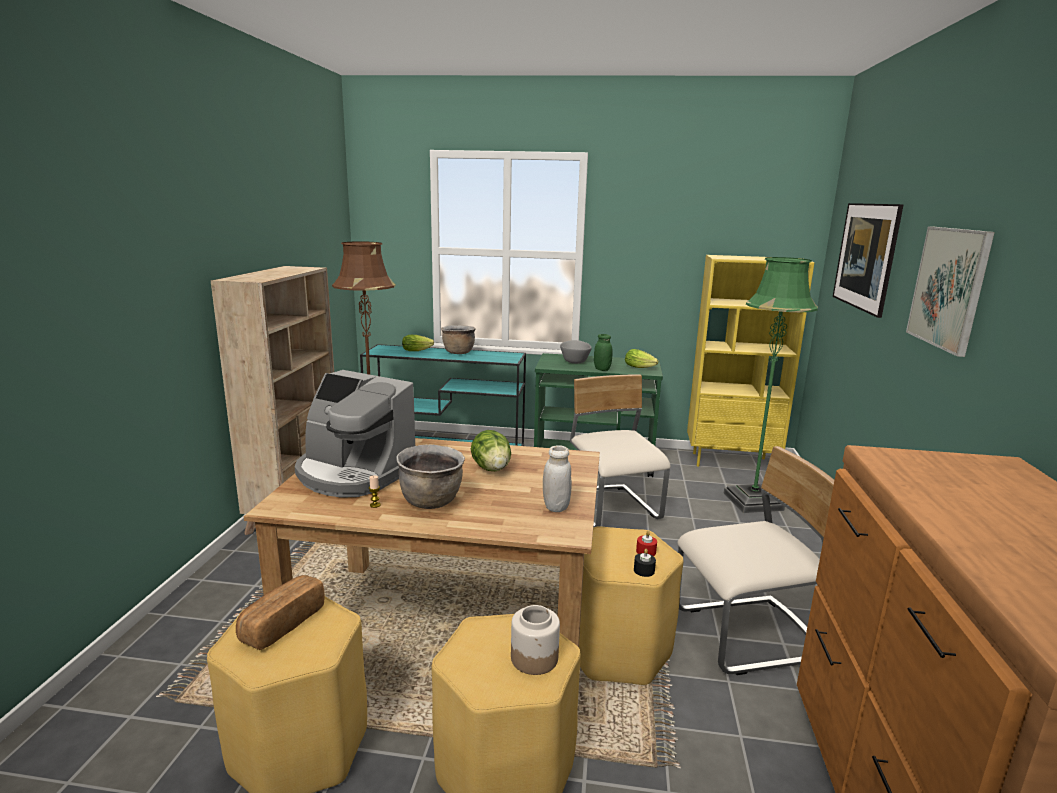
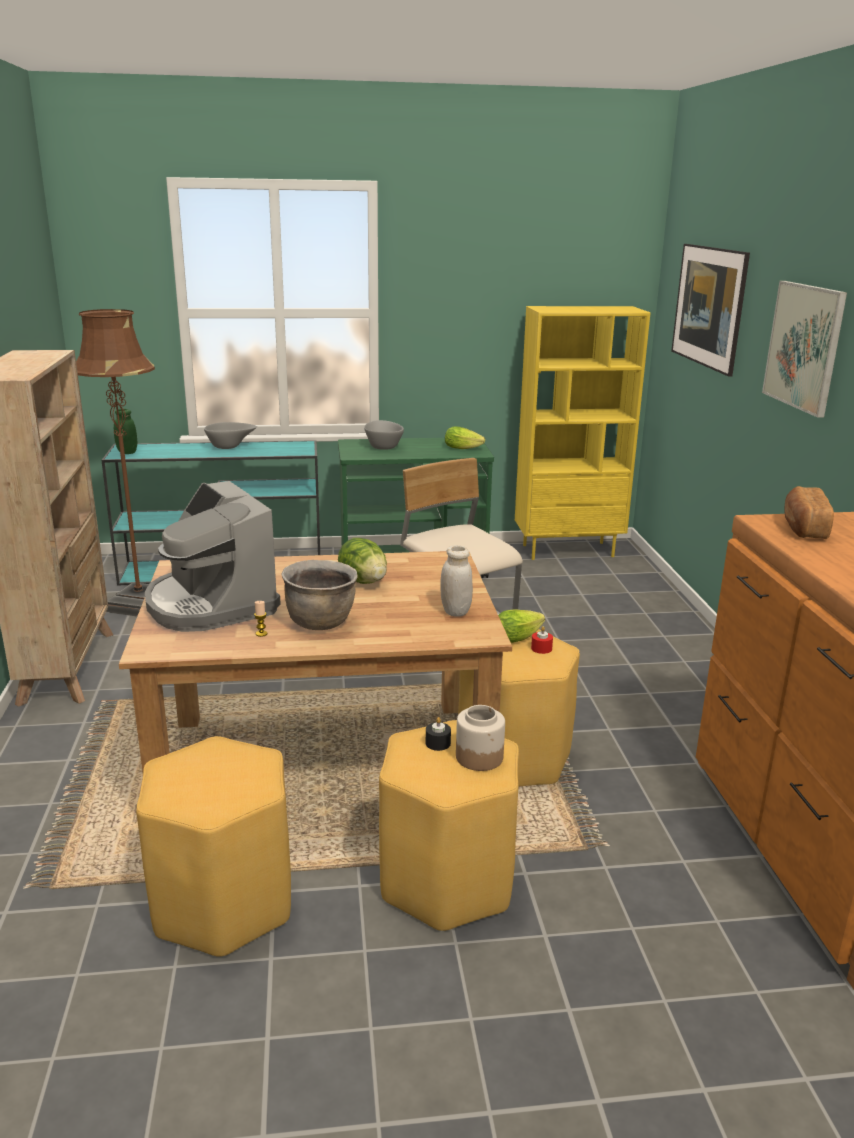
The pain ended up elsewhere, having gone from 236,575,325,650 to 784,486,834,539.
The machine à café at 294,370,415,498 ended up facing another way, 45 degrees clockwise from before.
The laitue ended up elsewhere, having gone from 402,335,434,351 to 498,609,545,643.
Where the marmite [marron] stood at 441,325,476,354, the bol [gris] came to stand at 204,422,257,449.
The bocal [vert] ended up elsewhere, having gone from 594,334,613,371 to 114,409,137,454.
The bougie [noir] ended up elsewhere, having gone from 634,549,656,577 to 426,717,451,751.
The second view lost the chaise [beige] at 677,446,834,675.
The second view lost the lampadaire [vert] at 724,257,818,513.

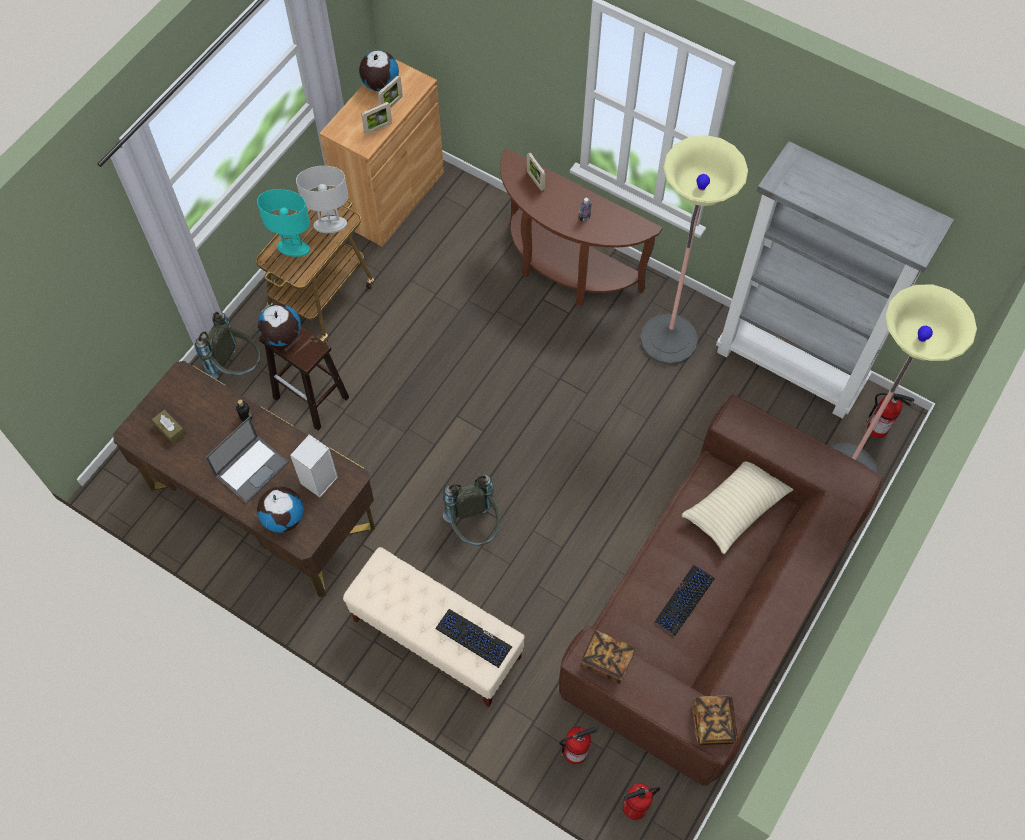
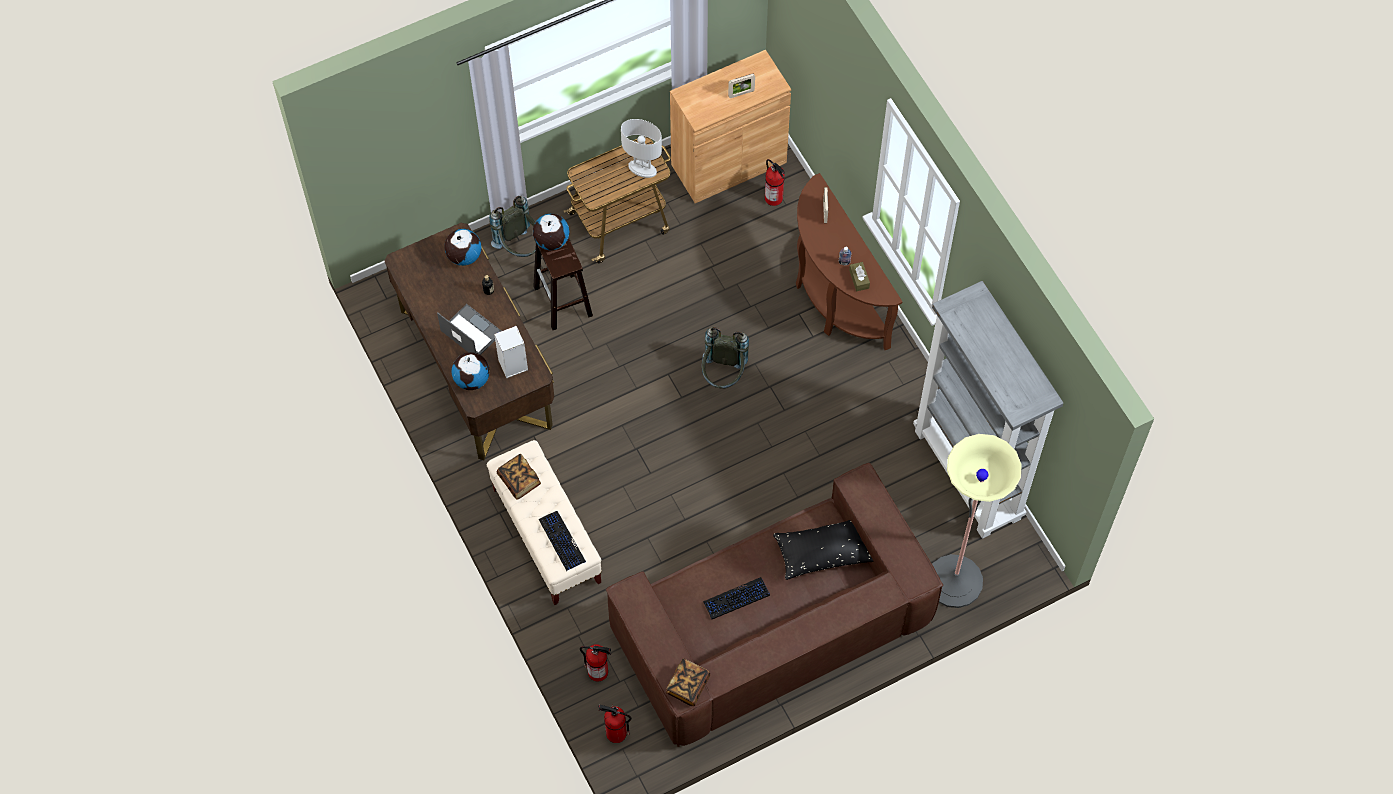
The boîte à mouchoirs [marron] ended up elsewhere, having gone from 152,410,186,444 to 849,262,870,291.
The ordinateur portable at 205,417,289,503 ended up facing another way, 120 degrees counterclockwise from before.
The second view lost the lampe de table [turquoise] at 257,189,310,257.
The globe ended up elsewhere, having gone from 359,50,399,91 to 444,229,482,266.
The second view lost the cadre photo at 361,102,392,135.
The sac à dos [gris] ended up elsewhere, having gone from 443,474,500,546 to 702,327,749,389.
The livre ended up elsewhere, having gone from 580,630,635,684 to 497,454,541,499.
The second view lost the lampadaire at 640,135,748,365.
What was the coussin [beige] at 682,461,793,554 turned into the coussin [noir] at 773,520,873,580.
The extincteur ended up elsewhere, having gone from 866,393,914,438 to 765,159,785,206.

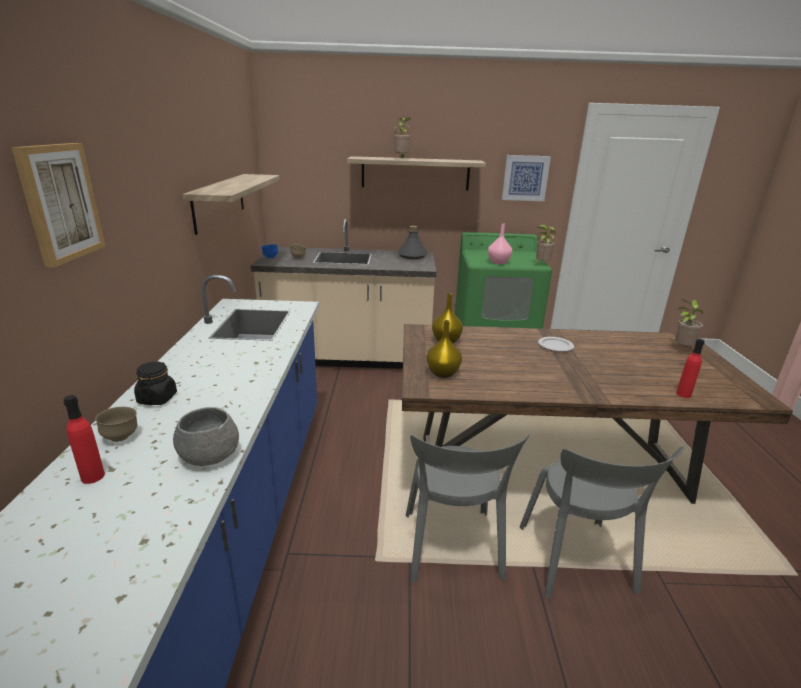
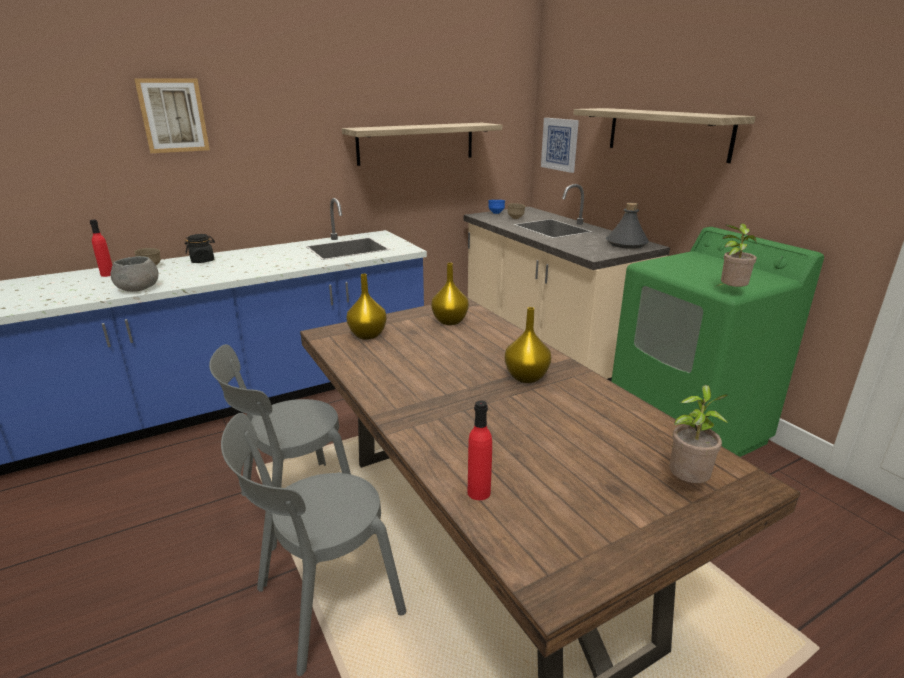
The second view lost the plante en pot at 394,118,411,157.
The second view lost the vase [rose] at 488,223,512,264.
The tableau ended up elsewhere, having gone from 502,155,551,201 to 541,118,579,173.
Where the assiette stood at 538,337,574,352, the vase [jaune] came to stand at 505,307,551,383.

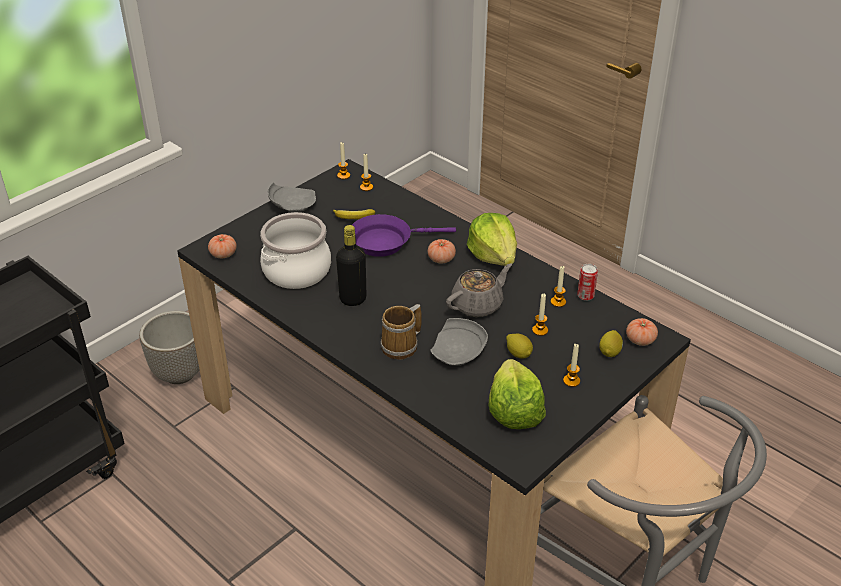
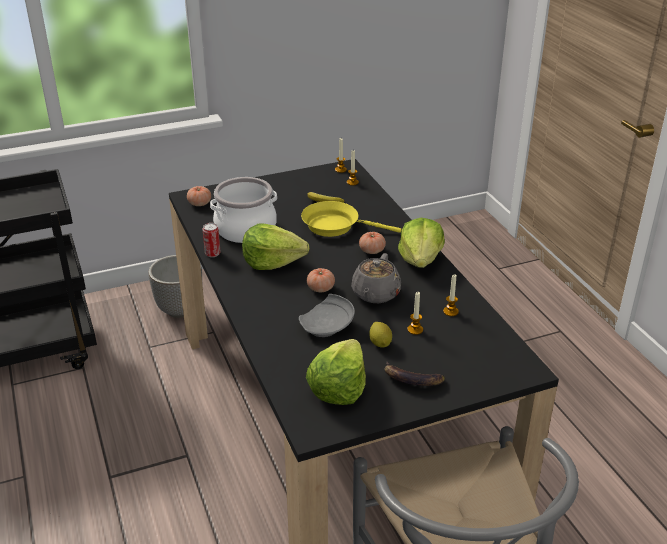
The second view lost the assiette [gris] at 268,183,316,212.
Where the bouteille [noir] stood at 336,225,366,306, the laitue came to stand at 242,224,309,270.
What was the poêle [violet] at 352,214,456,257 turned into the poêle [jaune] at 301,201,402,237.
The second view lost the mug at 380,304,422,360.
The théière [gris] at 446,264,512,317 ended up facing another way, 120 degrees clockwise from before.
Where the bougie stood at 563,344,580,387, the banane came to stand at 384,362,445,386.
The boîte métallique ended up elsewhere, having gone from 577,264,598,301 to 203,223,221,257.
The second view lost the citron at 599,330,623,357.
The tomate ended up elsewhere, having gone from 626,318,658,346 to 307,268,335,292.

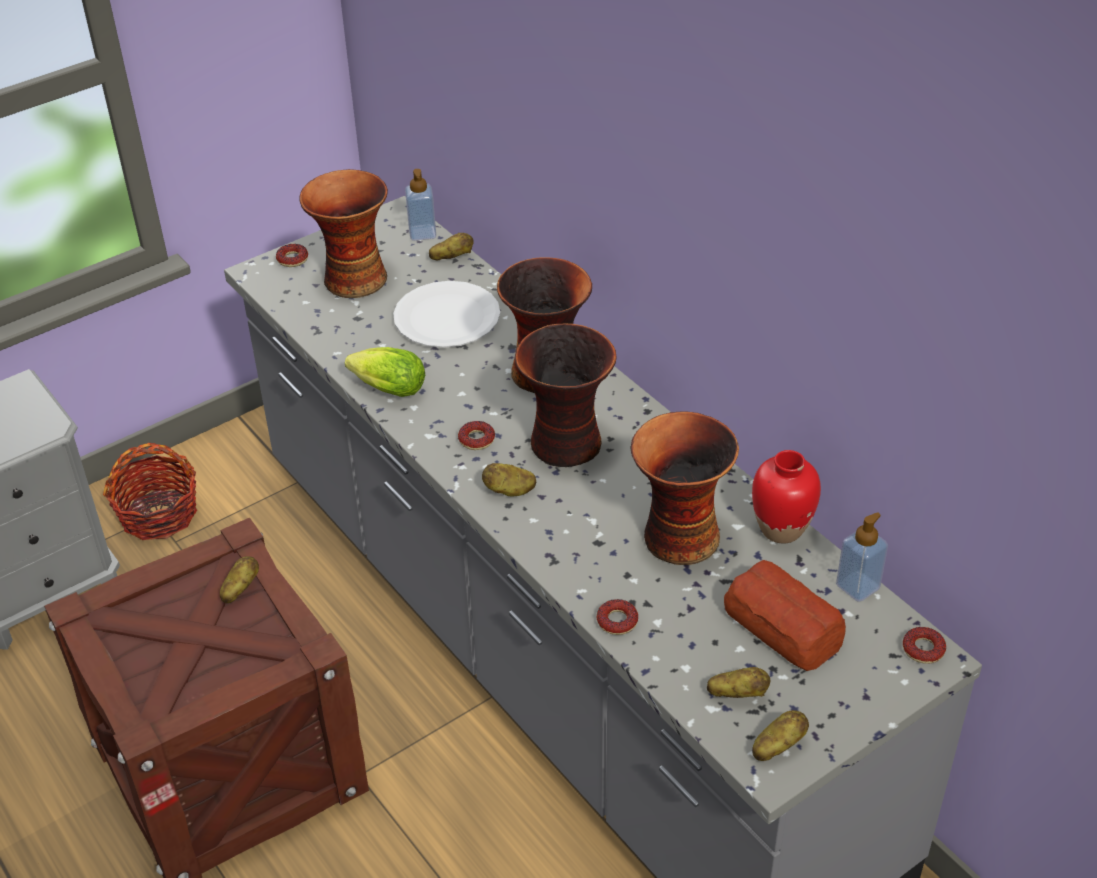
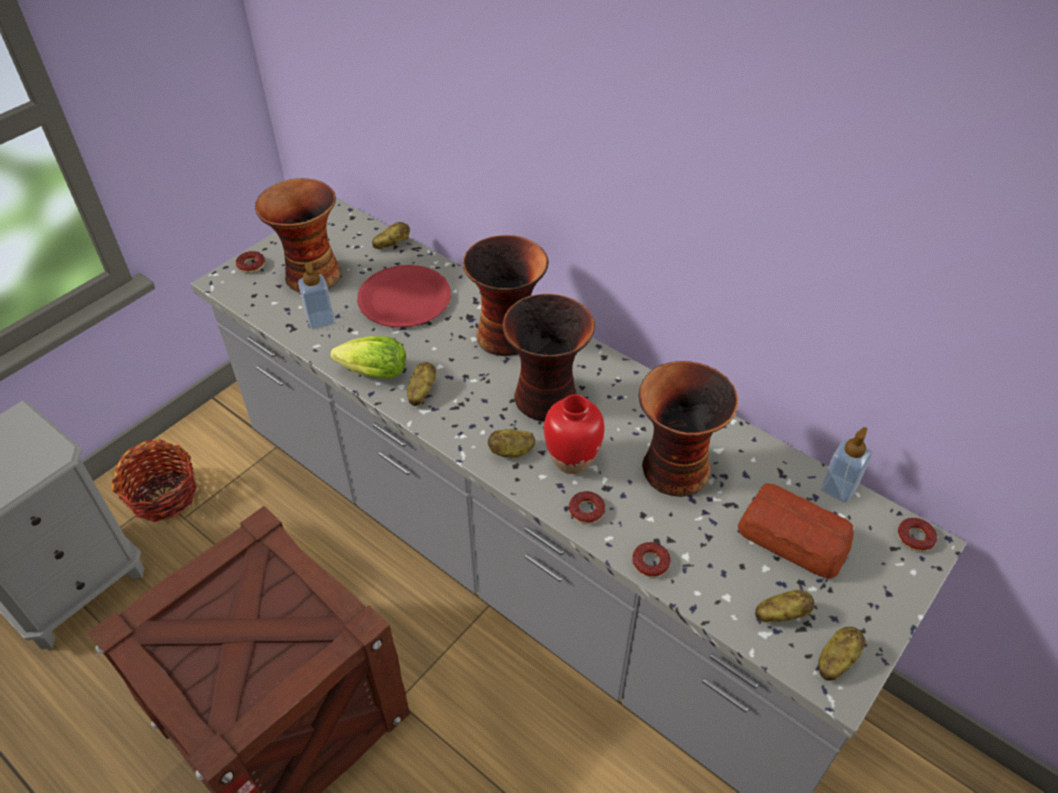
The pomme de terre ended up elsewhere, having gone from 220,556,259,603 to 407,362,436,406.
What was the assiette [blanc] at 393,281,500,348 turned into the assiette [rouge] at 357,265,451,328.
The distributeur de savon ended up elsewhere, having gone from 405,169,436,241 to 298,263,335,329.
The beignet ended up elsewhere, having gone from 458,421,495,450 to 569,491,605,524.
The vase [rouge] ended up elsewhere, having gone from 752,450,821,544 to 544,394,604,474.

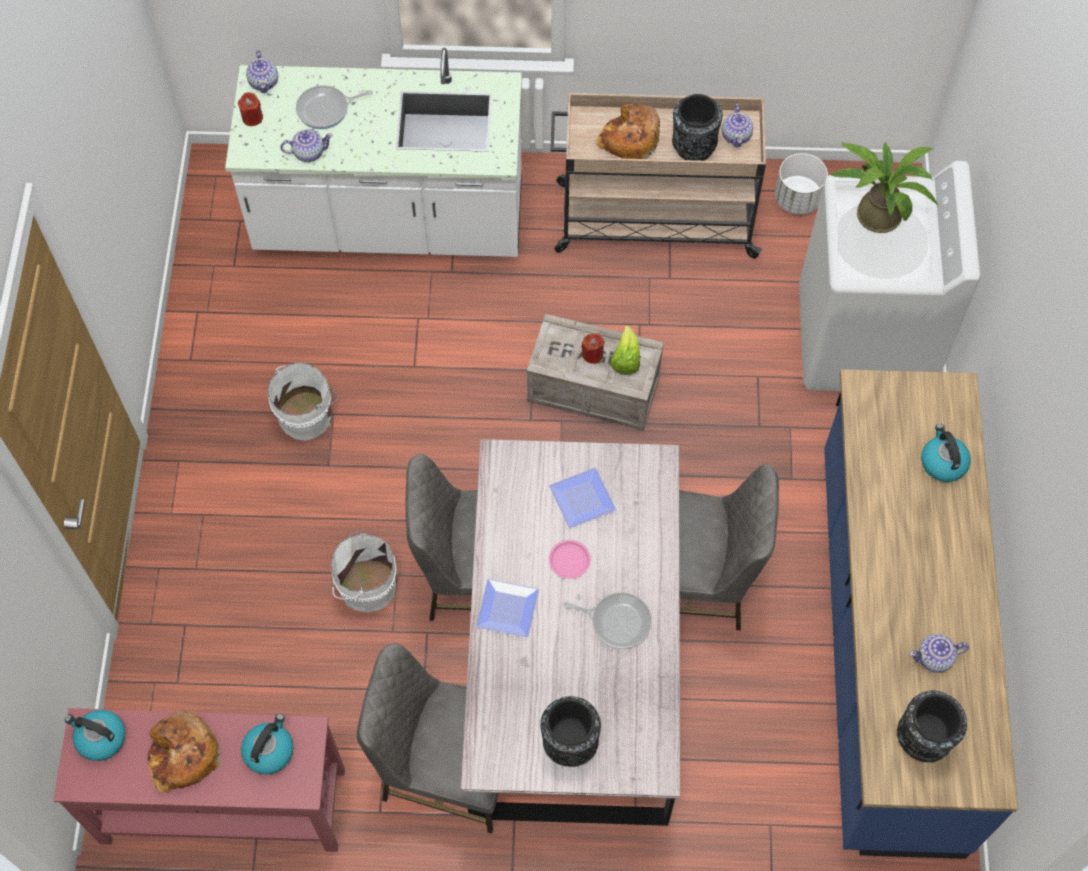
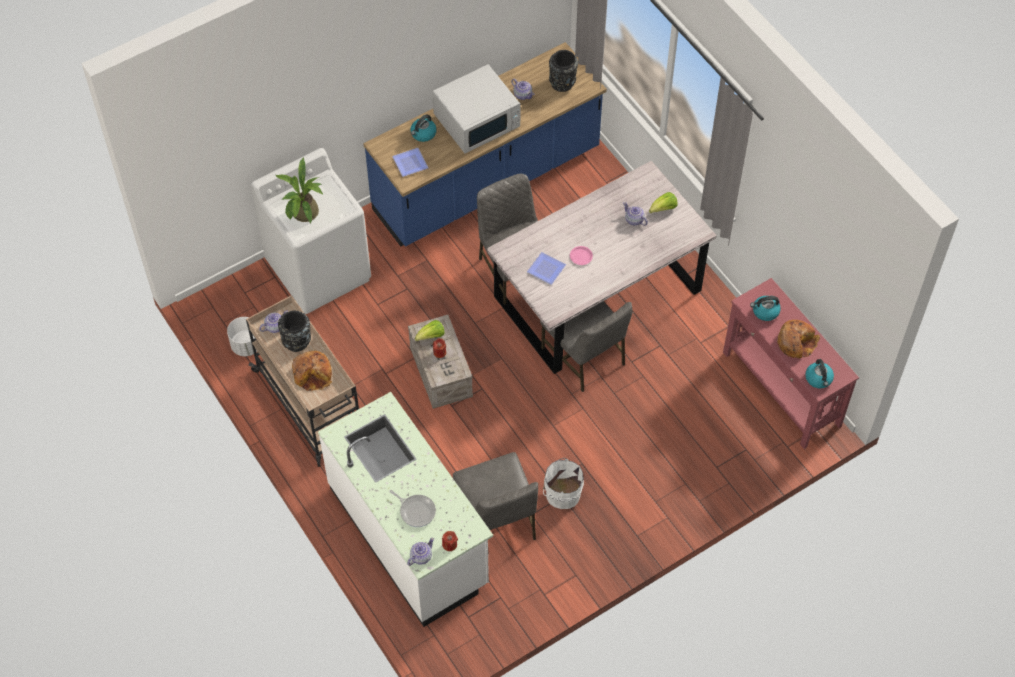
The théière ended up elsewhere, having gone from 280,129,333,162 to 623,202,648,226.
The second view lost the seau [blanc] at 331,531,397,612.
The chaise [gris] ended up elsewhere, having gone from 357,643,499,834 to 453,452,538,540.
The assiette ended up elsewhere, having gone from 476,579,539,638 to 392,148,428,177.
Where the vase [noir] stood at 540,696,601,767, the laitue came to stand at 649,192,678,213.
The second view lost the poêle at 564,592,652,649.
The second view gained the micro-ondes [blanc] at 432,64,521,153.

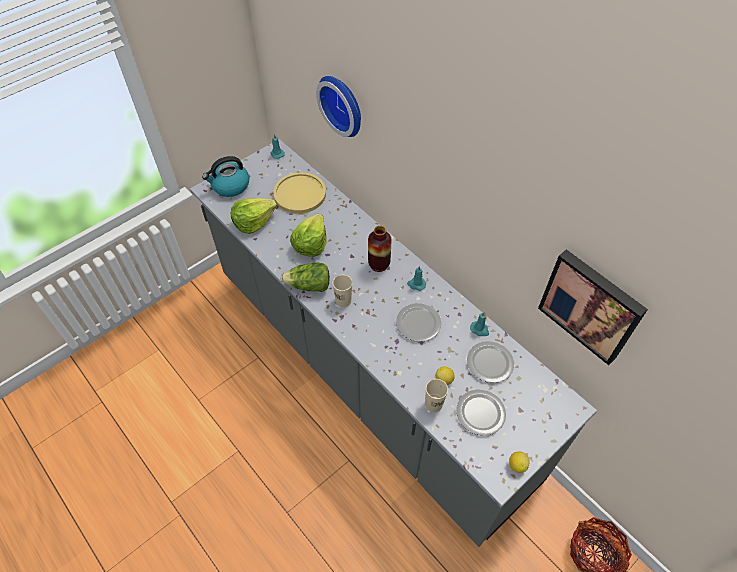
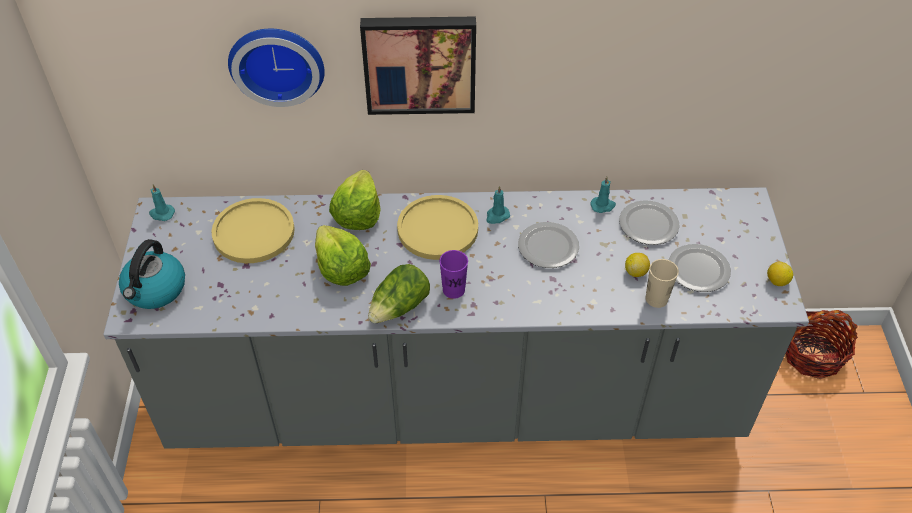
The laitue ended up elsewhere, having gone from 231,198,277,234 to 329,170,381,230.
What was the tasse [beige] at 332,275,352,307 turned into the tasse [violet] at 439,250,468,299.
Where the vase stood at 368,226,391,272, the assiette [jaune] came to stand at 397,195,478,260.
The tableau ended up elsewhere, having gone from 538,249,648,365 to 360,17,476,115.

